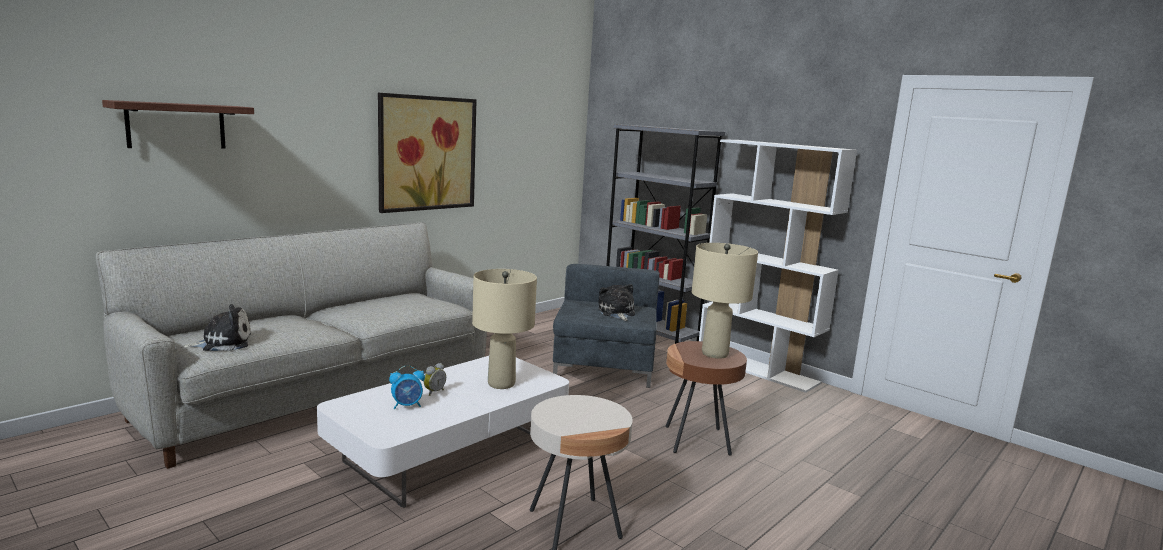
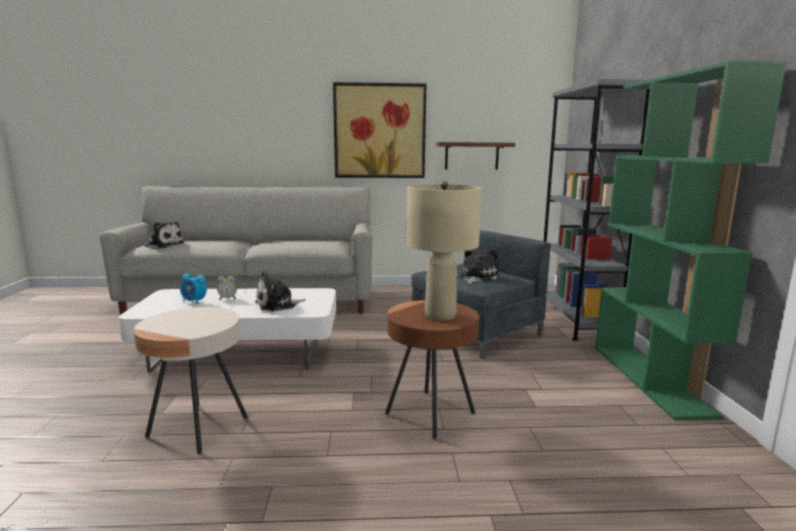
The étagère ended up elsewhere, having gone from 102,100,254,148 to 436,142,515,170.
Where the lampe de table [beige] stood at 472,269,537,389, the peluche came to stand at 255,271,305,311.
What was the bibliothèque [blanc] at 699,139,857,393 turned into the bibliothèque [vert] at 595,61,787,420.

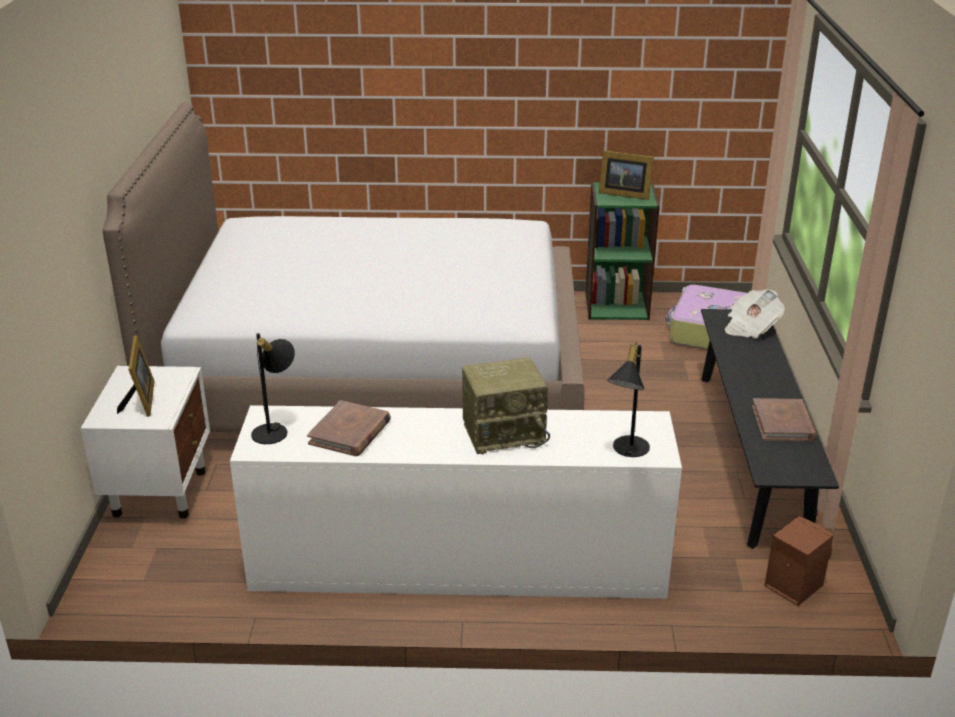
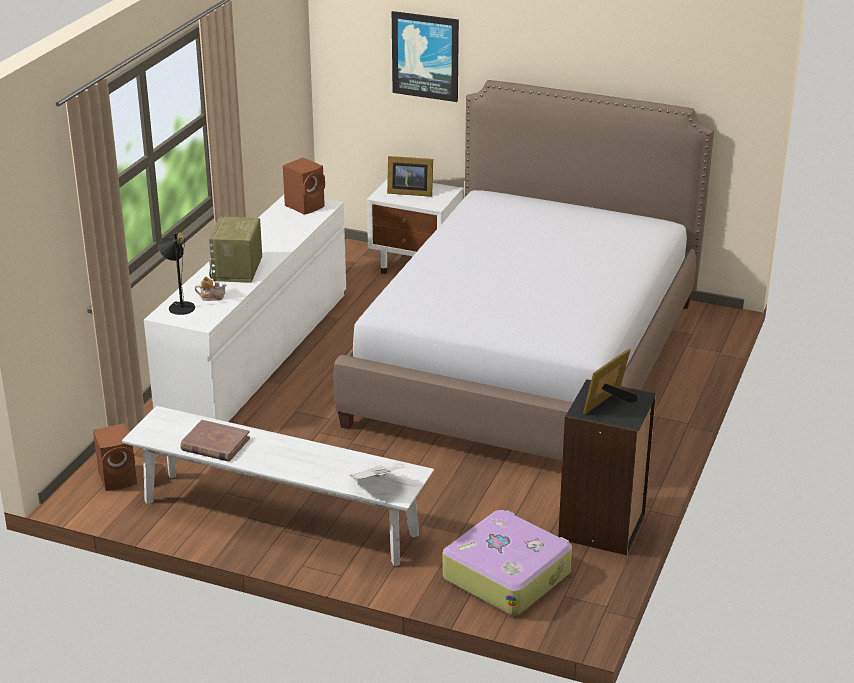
Where the lampe de table [noir] stood at 251,333,295,444, the enceinte [marron] came to stand at 283,158,325,215.
The second view lost the livre [marron] at 307,400,391,456.
What was the bibliothèque [vert] at 585,182,660,320 turned into the bibliothèque [noir] at 558,379,656,555.
What was the banc [noir] at 701,309,839,549 turned into the banc [blanc] at 122,406,434,566.
The second view gained the théière at 195,276,227,301.
The second view gained the tableau at 392,11,459,102.

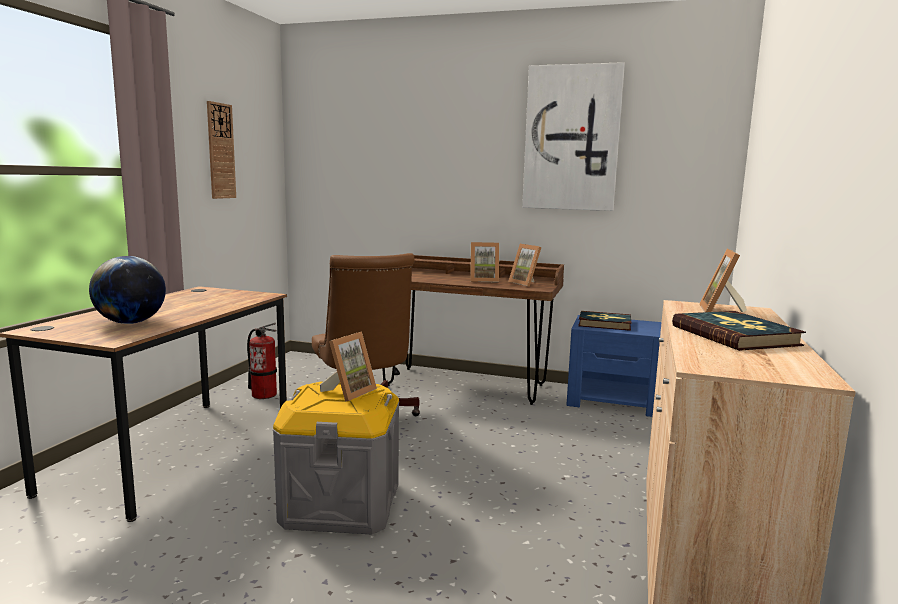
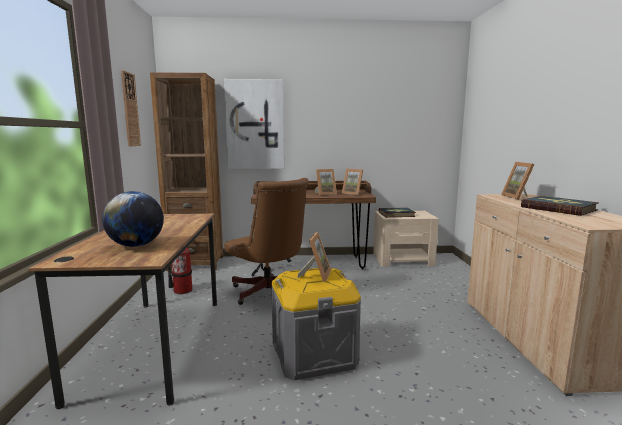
The tableau ended up elsewhere, having gone from 522,62,625,211 to 224,79,285,169.
What was the table de chevet [bleu] at 566,315,662,417 turned into the table de chevet [beige] at 373,211,439,267.
The second view gained the bibliothèque [marron] at 150,72,223,271.

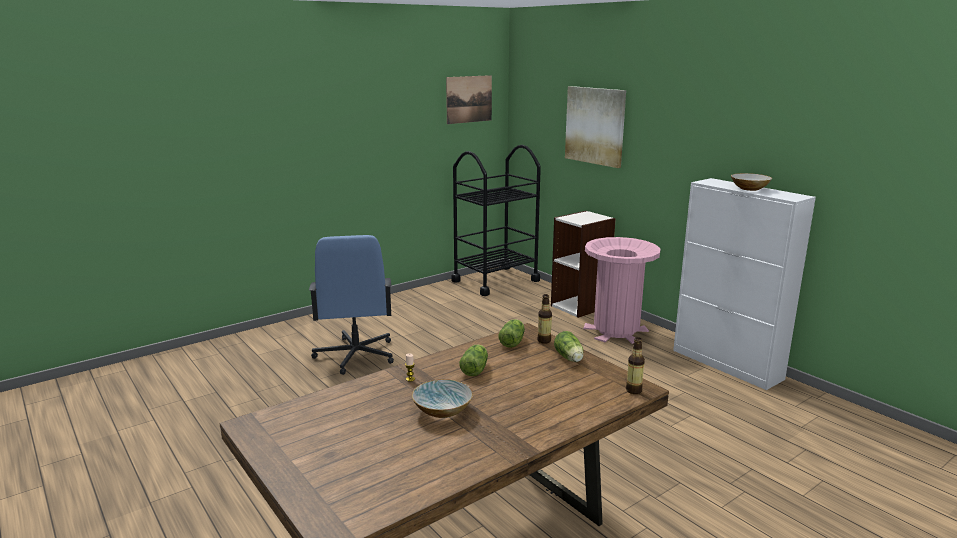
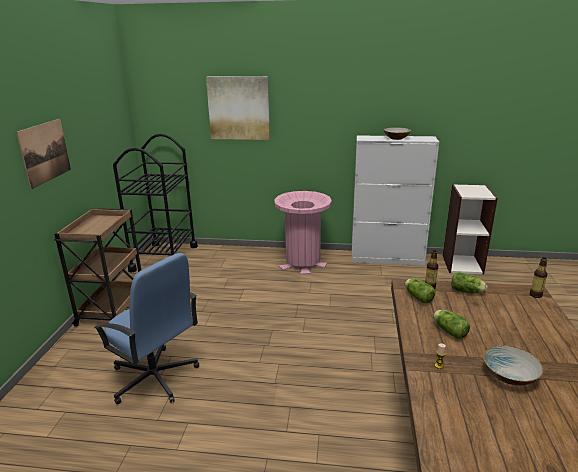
The tableau ended up elsewhere, having gone from 446,75,492,124 to 16,119,71,189.
The bibliothèque ended up elsewhere, having gone from 551,211,616,318 to 443,184,498,275.
The second view gained the chariot [marron] at 54,208,141,326.

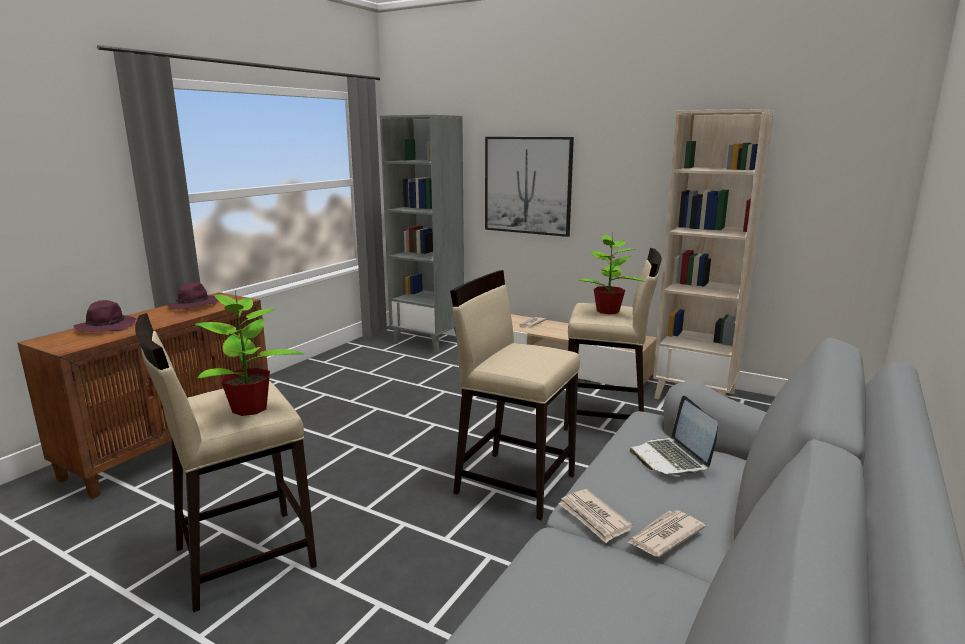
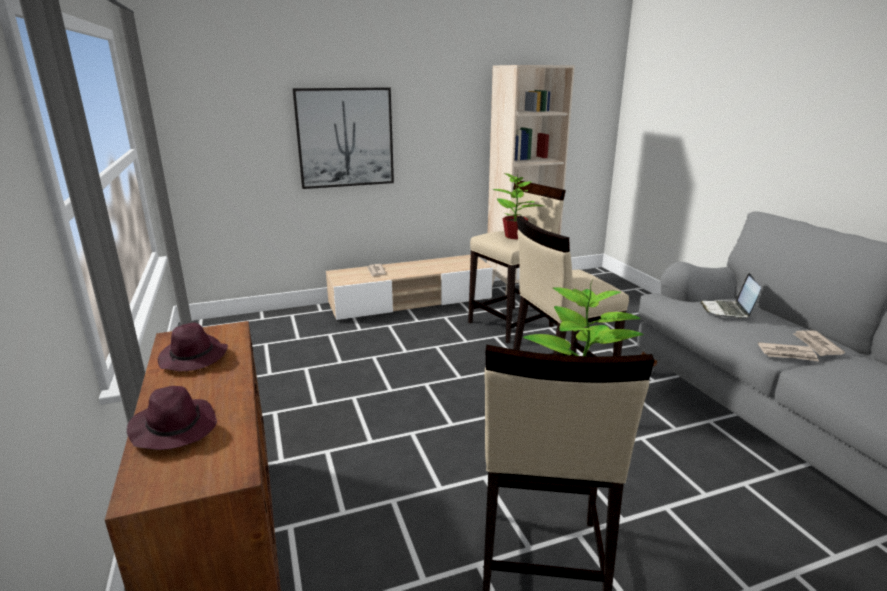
The second view lost the bibliothèque [gris] at 380,115,464,353.
The ordinateur portable at 630,396,718,477 ended up facing another way, 75 degrees clockwise from before.

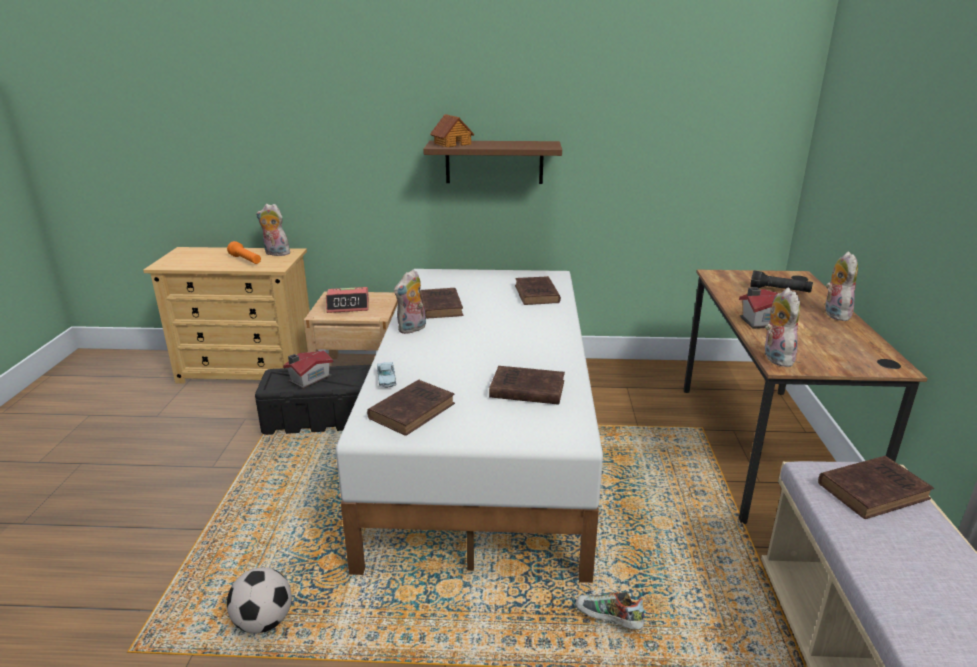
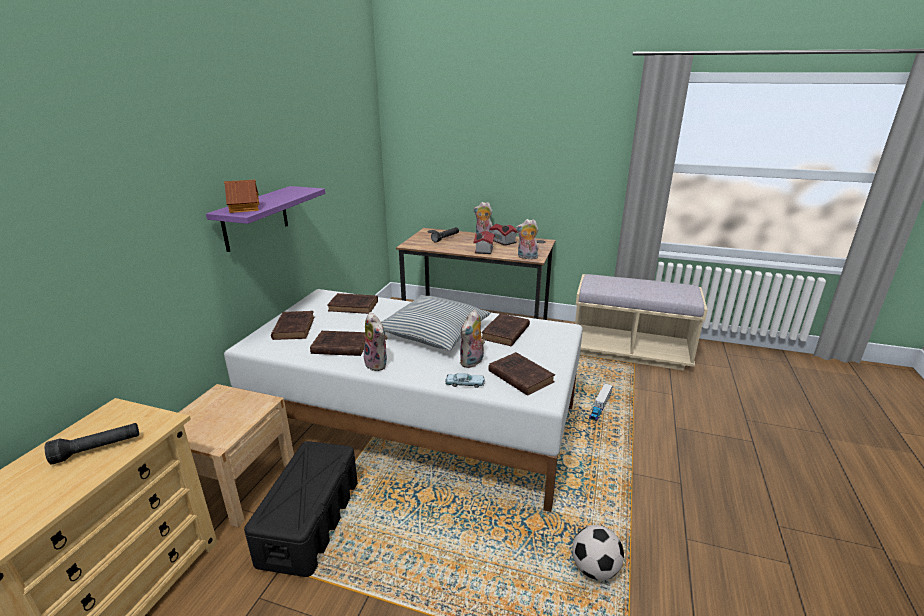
What was the lampe de poche [orange] at 227,241,261,264 turned into the lampe de poche [noir] at 45,423,139,465.
The peluche ended up elsewhere, having gone from 256,204,290,256 to 460,310,485,368.
The maison miniature ended up elsewhere, having gone from 283,350,333,389 to 489,224,518,246.
The second view lost the réveil at 326,287,369,313.
What was the étagère [marron] at 423,141,562,184 turned into the étagère [violet] at 206,186,325,252.
Where the chaussure stood at 575,591,644,630, the camion jouet came to stand at 589,384,613,421.
The livre [marron] ended up elsewhere, having gone from 818,456,934,519 to 271,311,315,340.
The second view gained the coussin at 381,295,491,351.

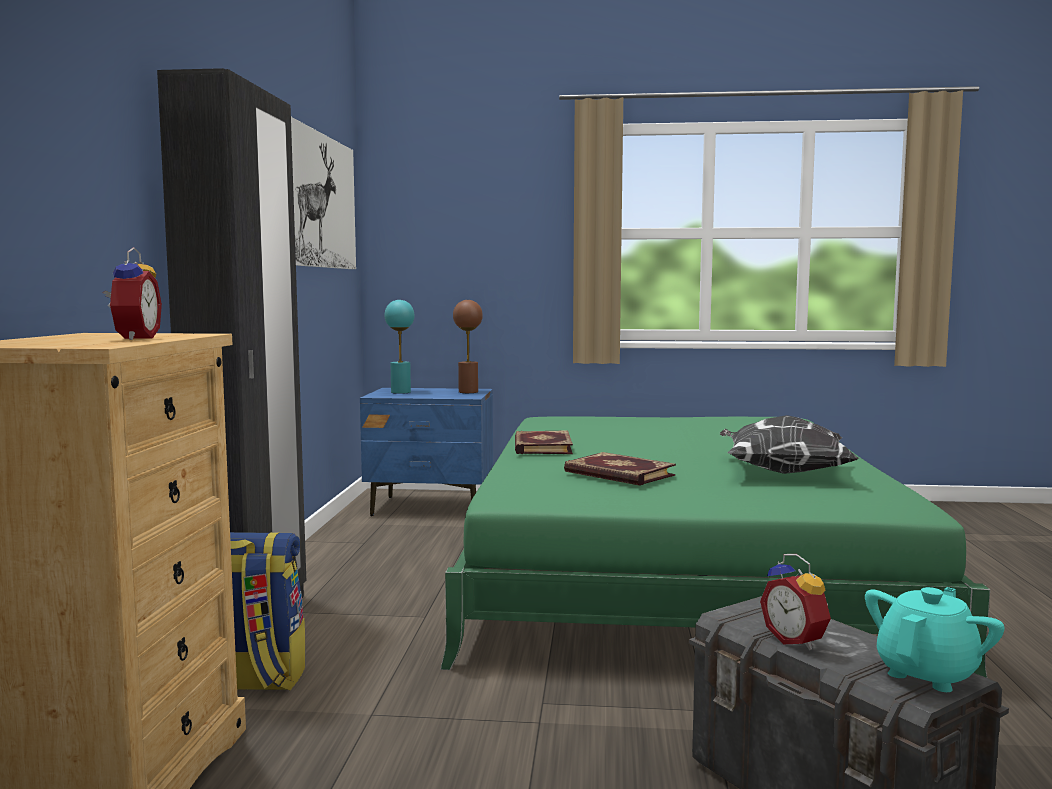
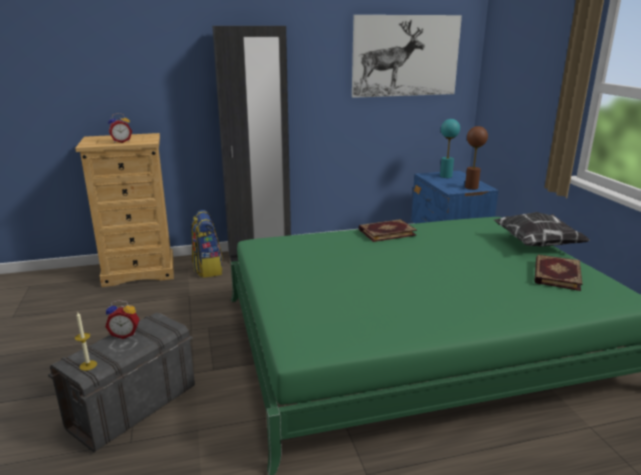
The livre ended up elsewhere, having gone from 564,452,676,486 to 535,255,582,291.
The coussin ended up elsewhere, having gone from 720,415,859,474 to 494,212,590,247.
The réveil at 760,554,831,650 ended up facing another way, 135 degrees counterclockwise from before.
Where the théière [turquoise] stood at 865,587,1005,692, the bougie came to stand at 75,311,97,371.

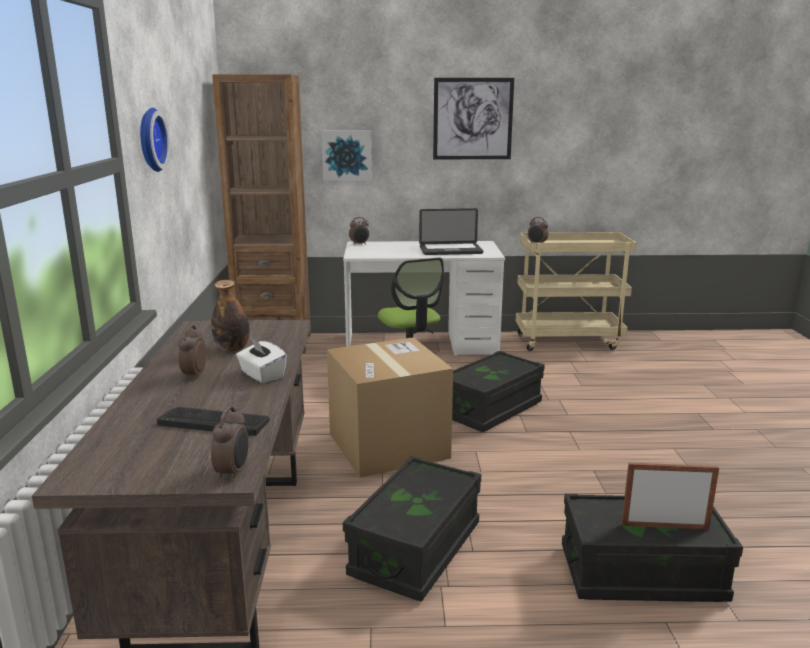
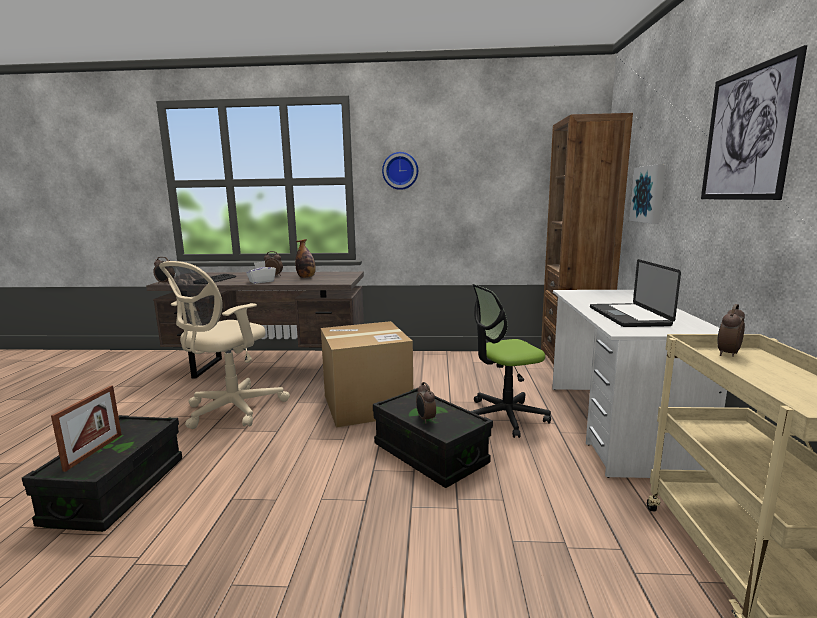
Where the boîte de rangement [noir] stood at 343,456,481,602, the chaise de bureau [beige] came to stand at 159,261,290,429.
The réveil ended up elsewhere, having gone from 349,217,369,245 to 416,382,436,424.

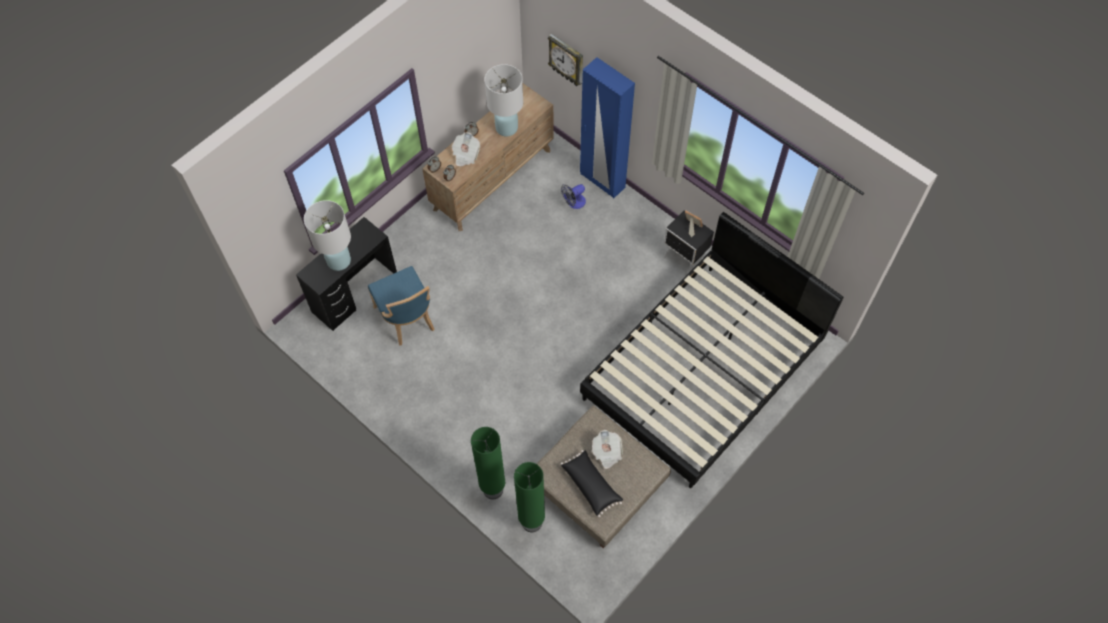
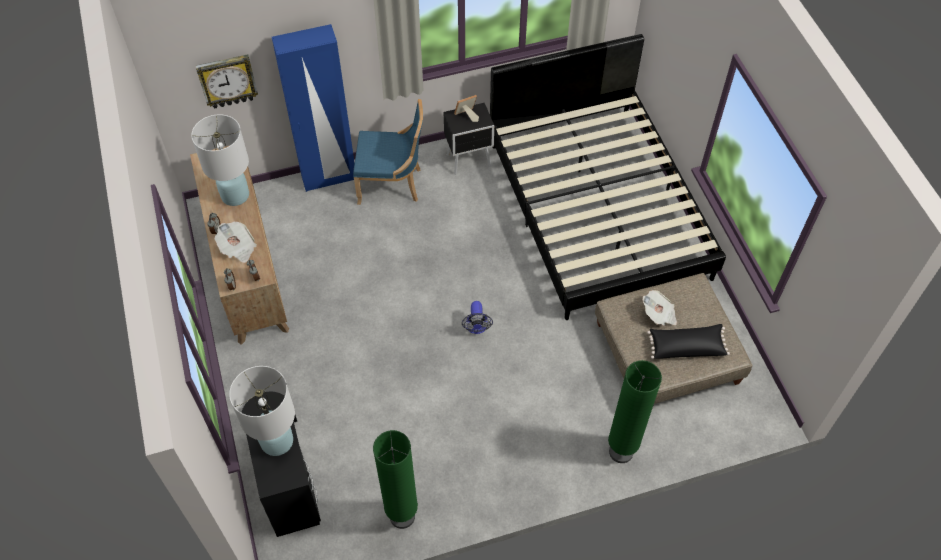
The chaise [bleu] ended up elsewhere, having gone from 368,266,434,346 to 353,99,423,205.
The lampadaire [vert] ended up elsewhere, having gone from 514,462,545,532 to 373,430,418,529.
The ventilateur ended up elsewhere, having gone from 561,184,586,209 to 462,301,493,334.

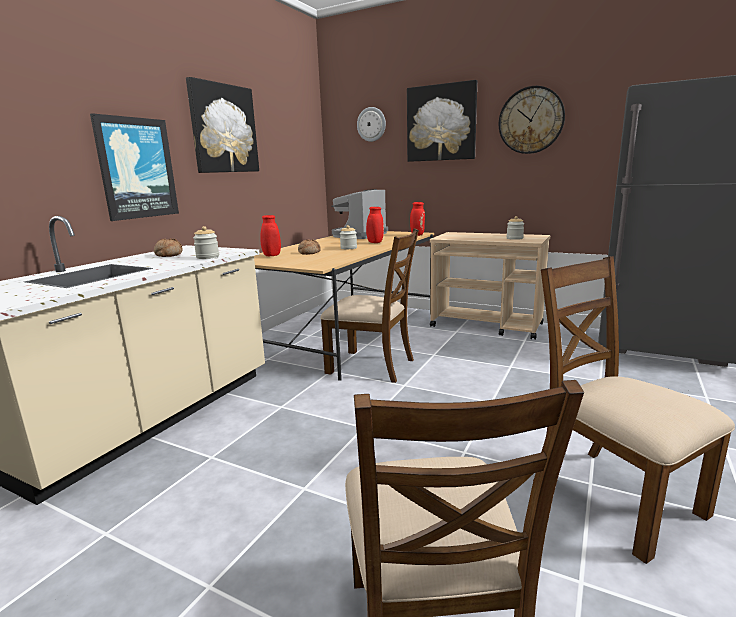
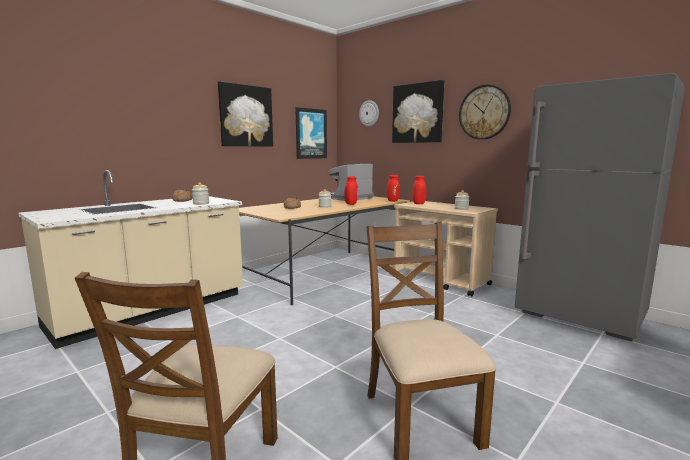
The tableau ended up elsewhere, having gone from 90,113,179,221 to 295,107,327,159.
The vase [rouge] ended up elsewhere, having gone from 260,215,281,256 to 412,176,426,204.
The second view lost the chaise [marron] at 320,228,419,383.

